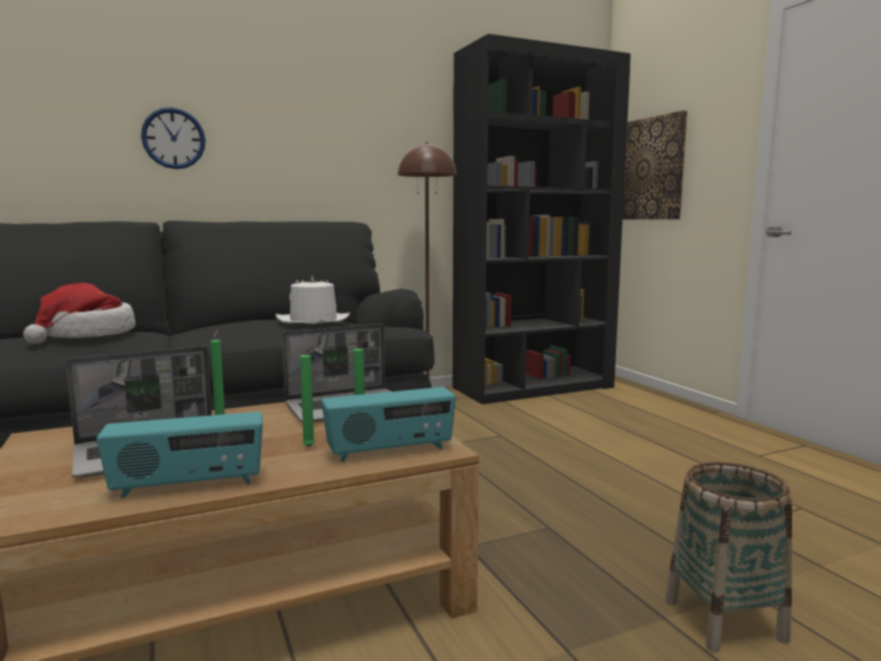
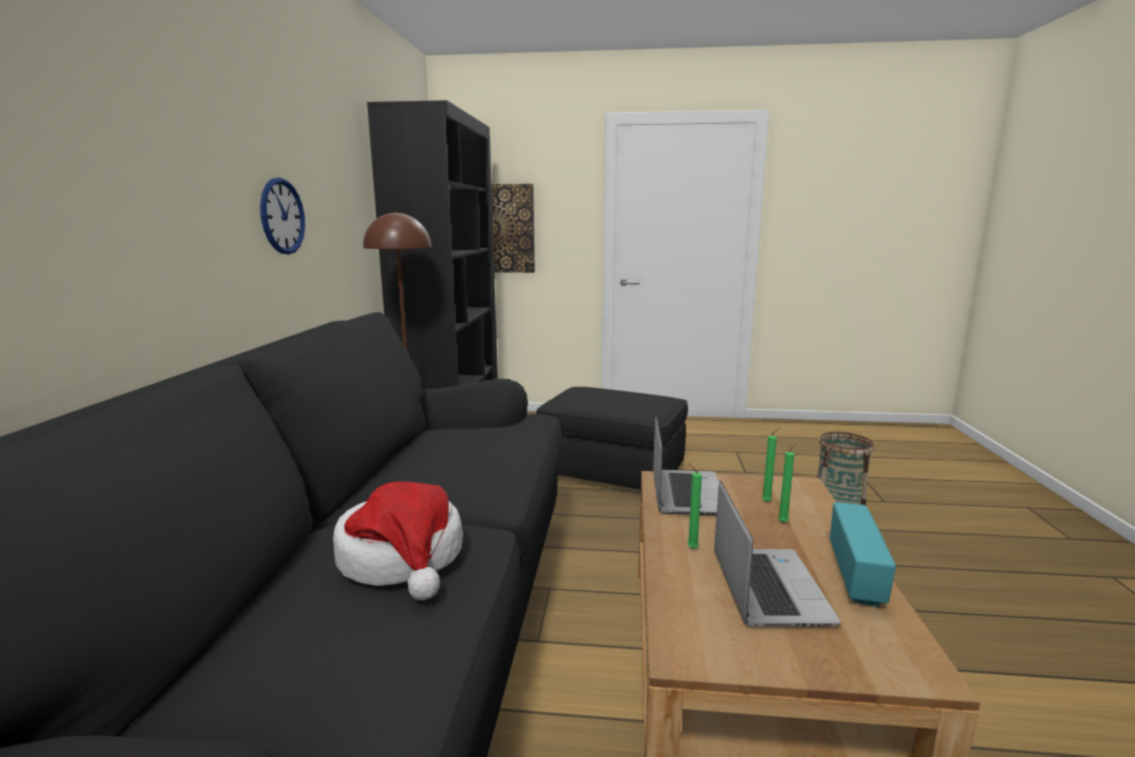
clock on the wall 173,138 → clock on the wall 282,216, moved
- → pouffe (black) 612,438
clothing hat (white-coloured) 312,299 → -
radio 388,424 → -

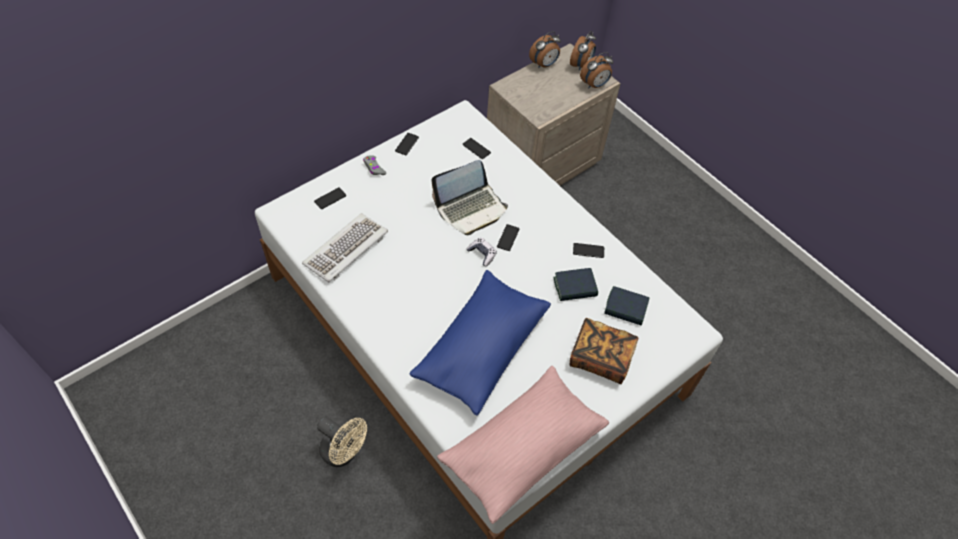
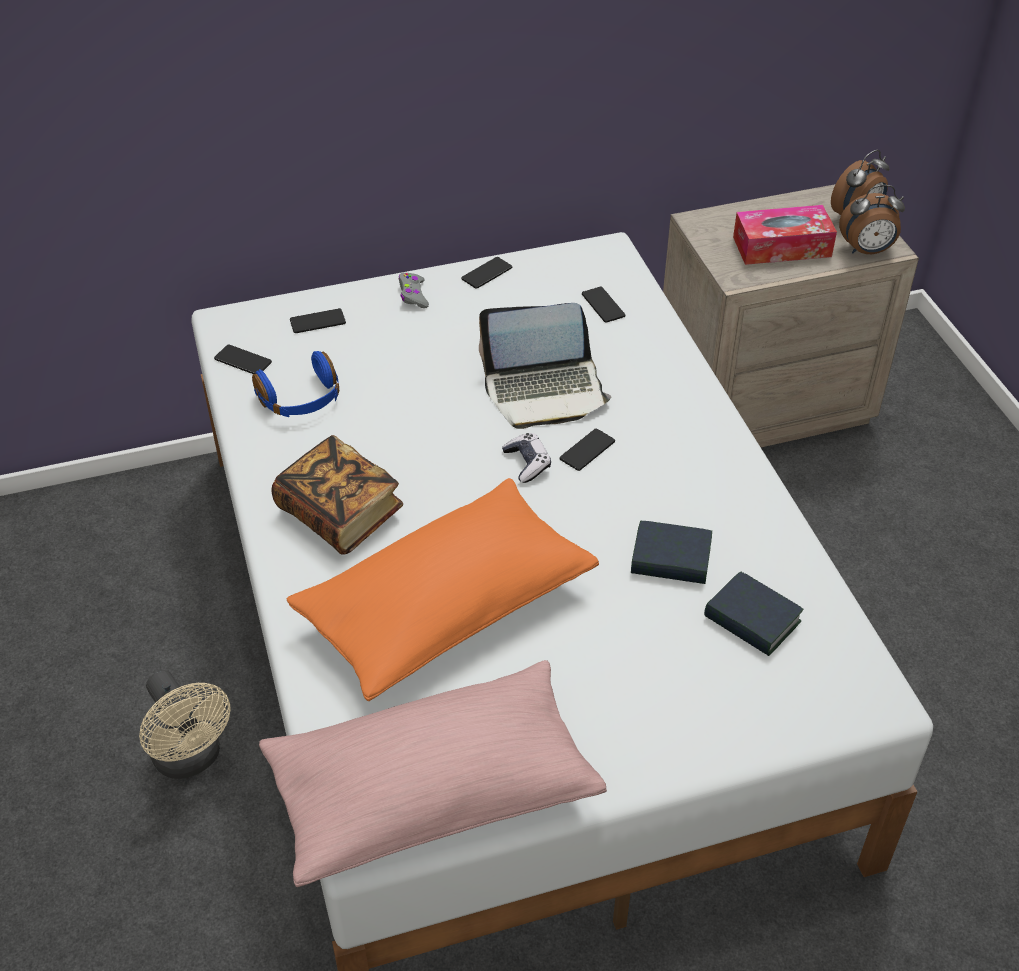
telephone 588,250 → telephone 243,359, moved
computer keyboard 345,248 → headphones (blue-coloured) 295,384
book 604,351 → book 337,495, moved
pillow (blue-coloured) 480,343 → pillow (orange-coloured) 443,589
- → box of tissues 785,235
table clock 545,49 → -

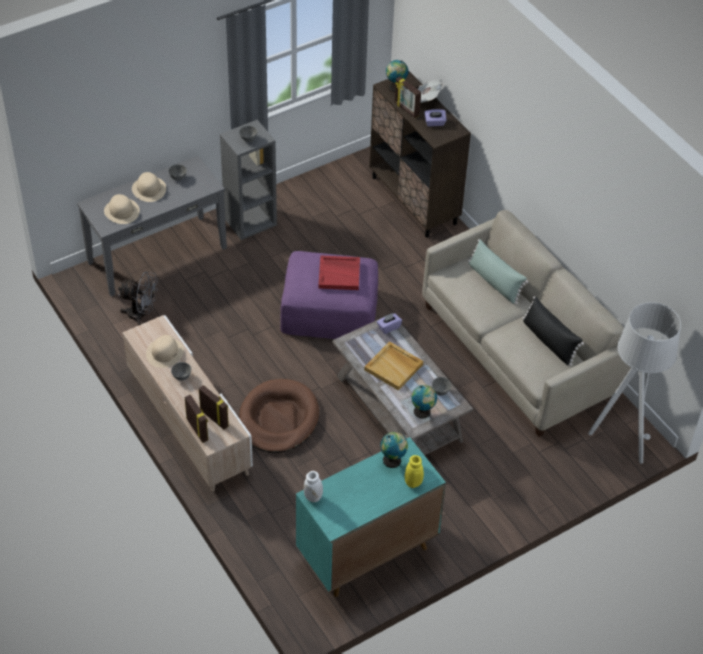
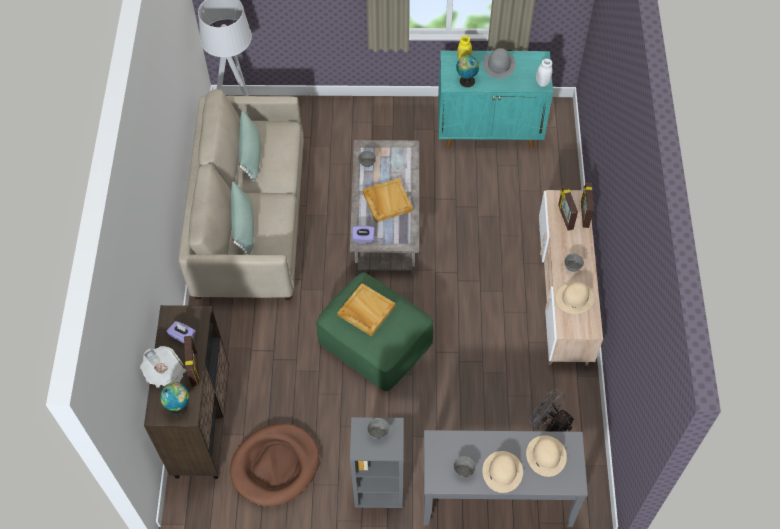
pet bed (brown-coloured) 279,416 → pet bed (brown-coloured) 274,464, moved
pillow (black) 553,331 → pillow (green) 250,146
pouffe (purple) 329,295 → pouffe (green) 374,331
tray (red) 339,272 → tray (beige-coloured) 366,309
- → clothing hat (gray) 499,63
world globe 424,402 → -

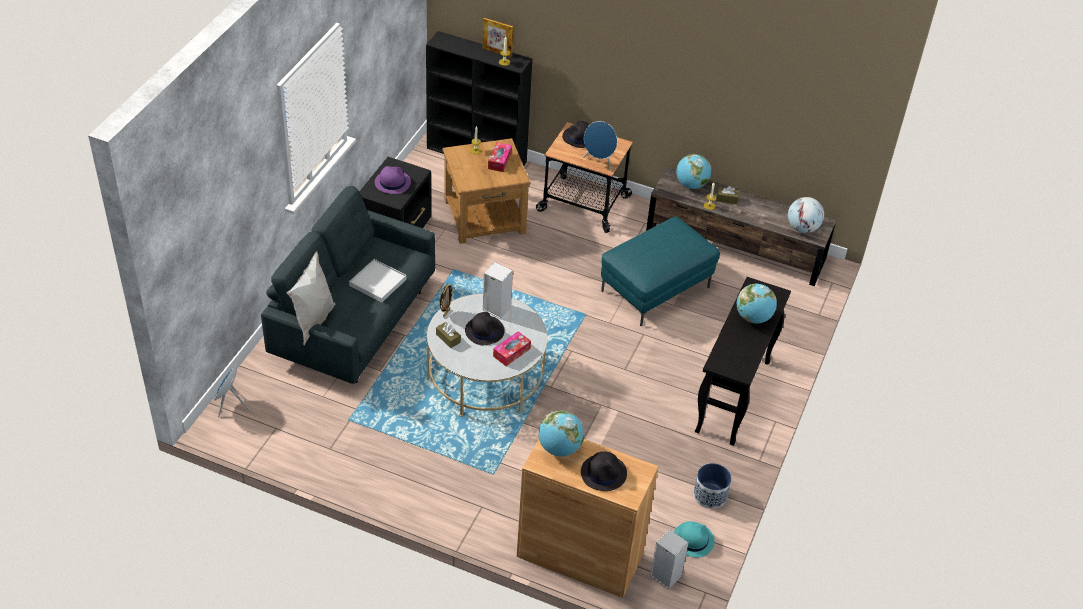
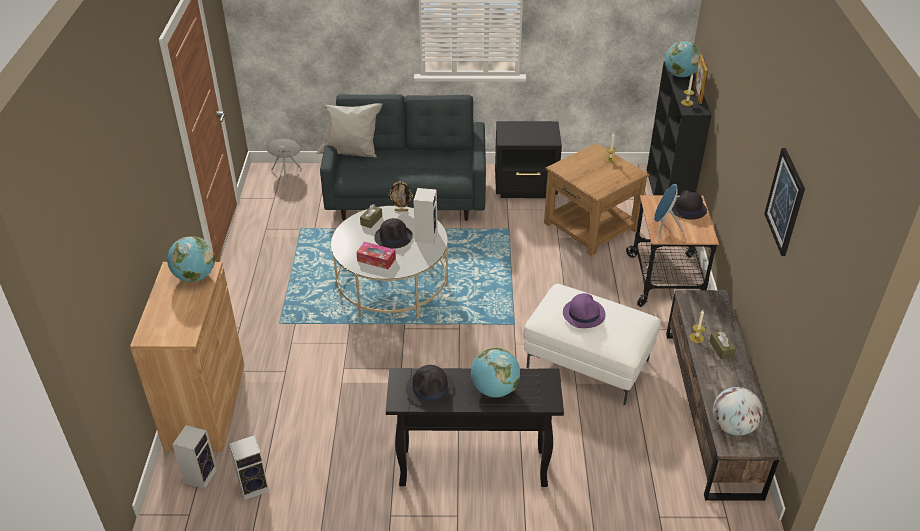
clothing hat (turquoise) 694,539 → audio speaker 249,467
clothing hat (black) 604,471 → clothing hat (black) 430,386, moved
pouffe (turquoise) 660,271 → pouffe (white-coloured) 592,344
clothing hat (purple) 393,180 → clothing hat (purple) 584,310, moved
world globe 693,171 → world globe 683,59, moved
- → picture 784,202
tray (white-coloured) 378,281 → -
box of tissues 500,157 → -
planter 712,486 → -

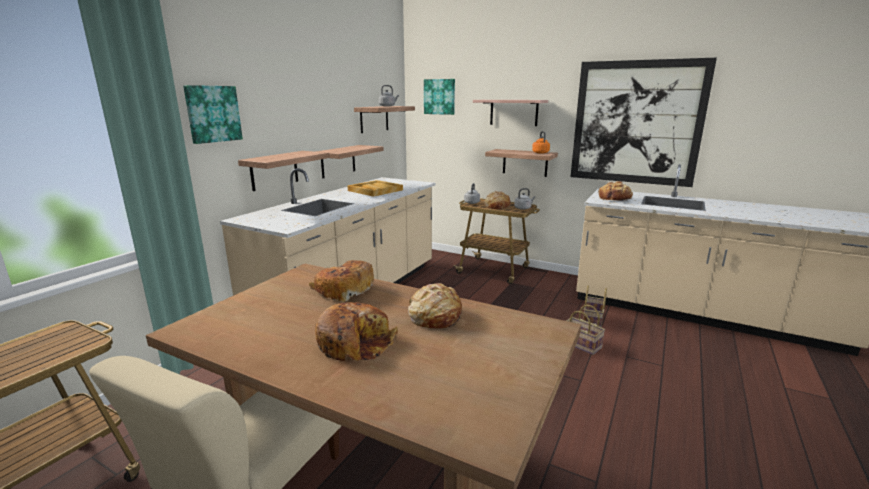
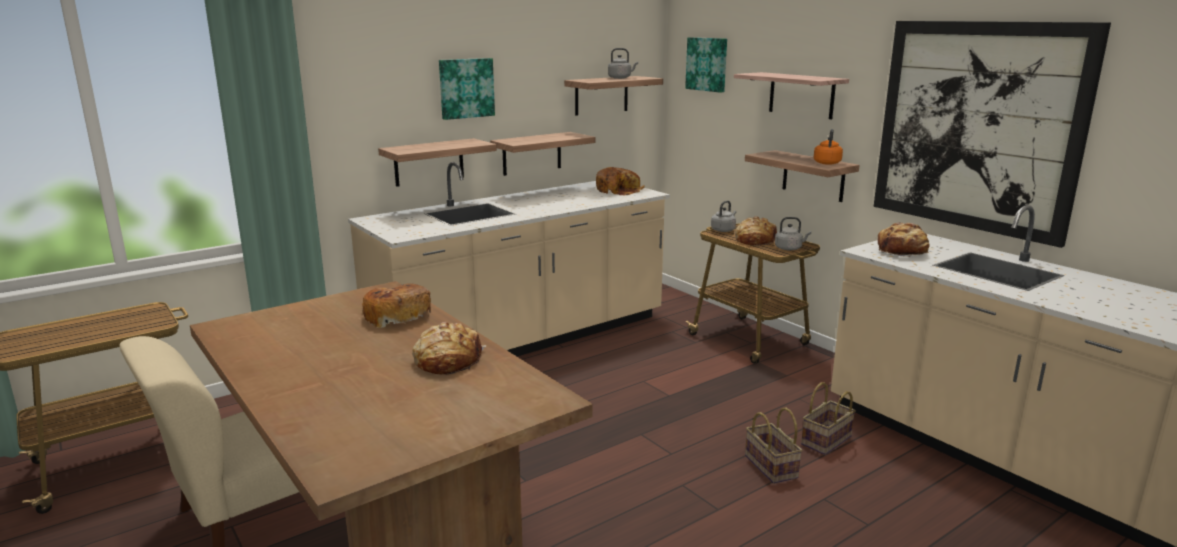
picture 213,114 → picture 467,89, moved
baked bread 356,331 → baked bread 620,181, moved
tray (beige-coloured) 375,188 → -

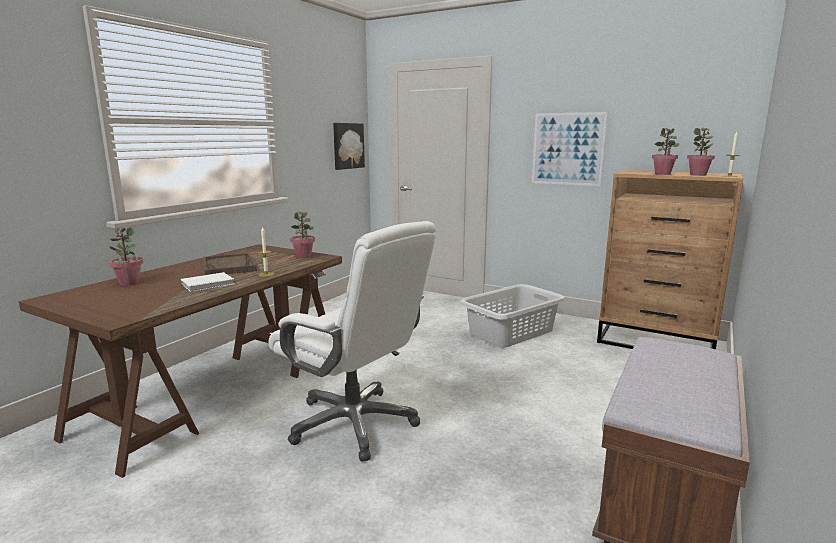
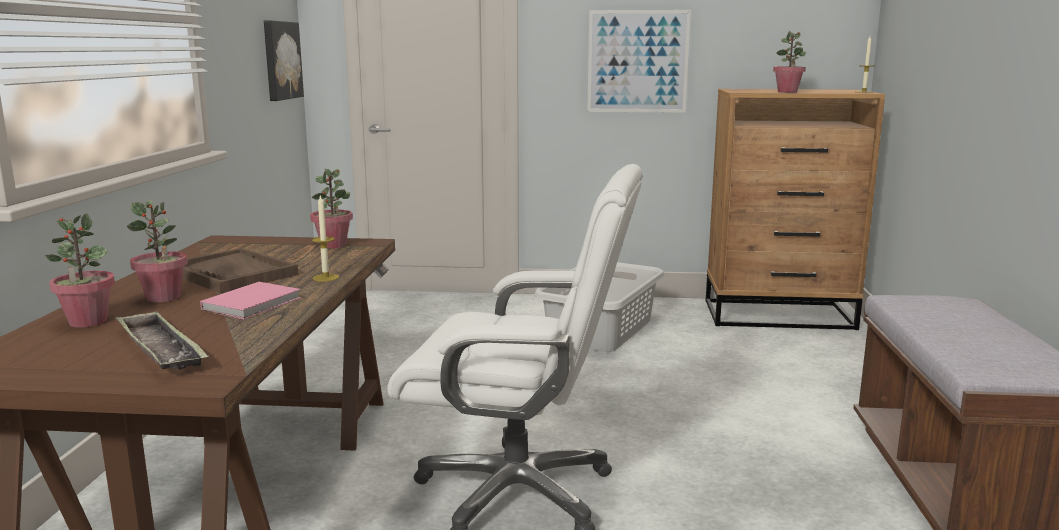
- → tray 162,340
plant in a pot 701,152 → plant in a pot 157,251, moved
book (white-coloured) 207,282 → book (pink) 250,300

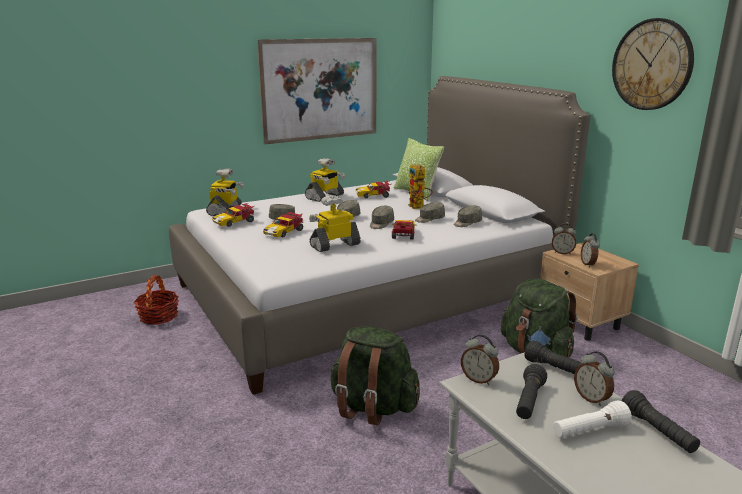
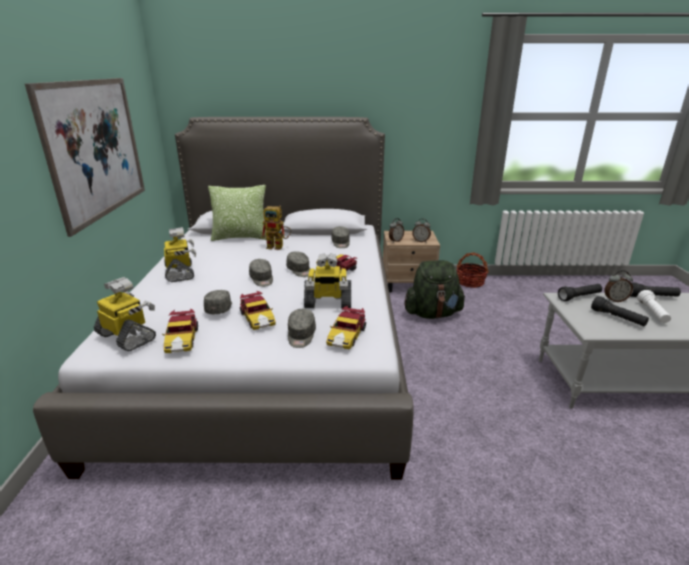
cap (gray) 430,212 → cap (gray) 302,328, moved
toy robot 335,223 → toy robot 327,280, 90 degrees counterclockwise
miniature car 373,190 → miniature car 346,327, moved
storage basket 156,300 → storage basket 473,270, moved
rucksack (green) 375,375 → -
table clock 480,360 → -
clock on the wall 653,64 → -

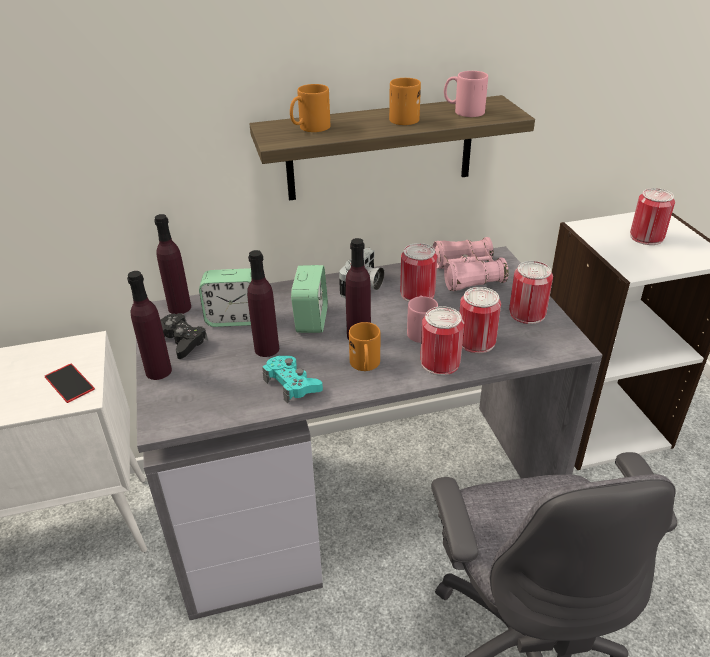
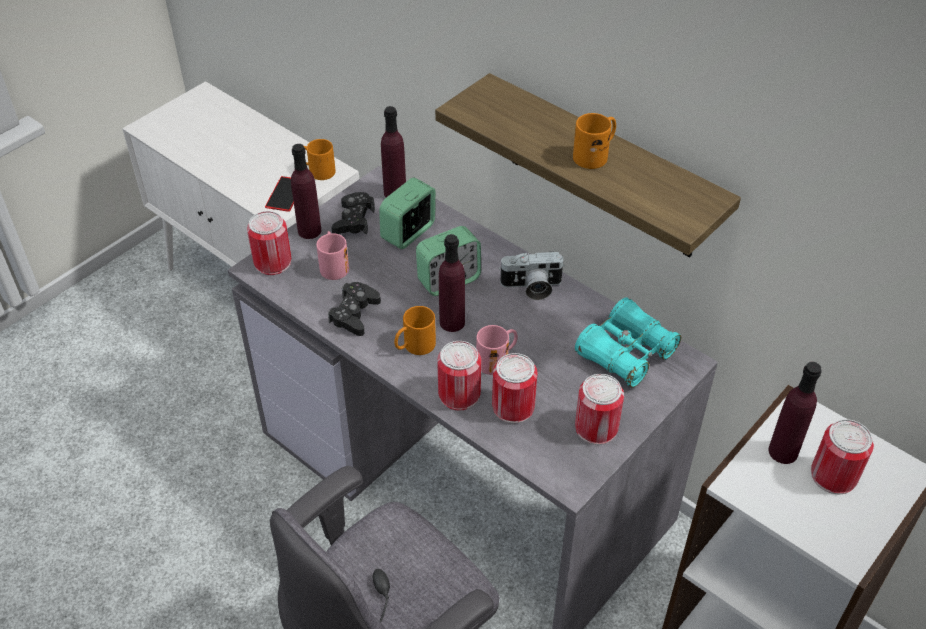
sealed can 418,272 → sealed can 269,243, moved
tea mug (orange-coloured) 310,108 → tea mug (orange-coloured) 320,159, moved
tea mug (pink) 466,94 → tea mug (pink) 332,255, moved
gamepad (turquoise) 293,379 → gamepad (black) 354,309
table clock 225,297 → table clock 407,213, 75 degrees clockwise
binoculars (pink) 471,264 → binoculars (turquoise) 628,342
beverage bottle (purple) 263,303 → beverage bottle (purple) 795,413, moved

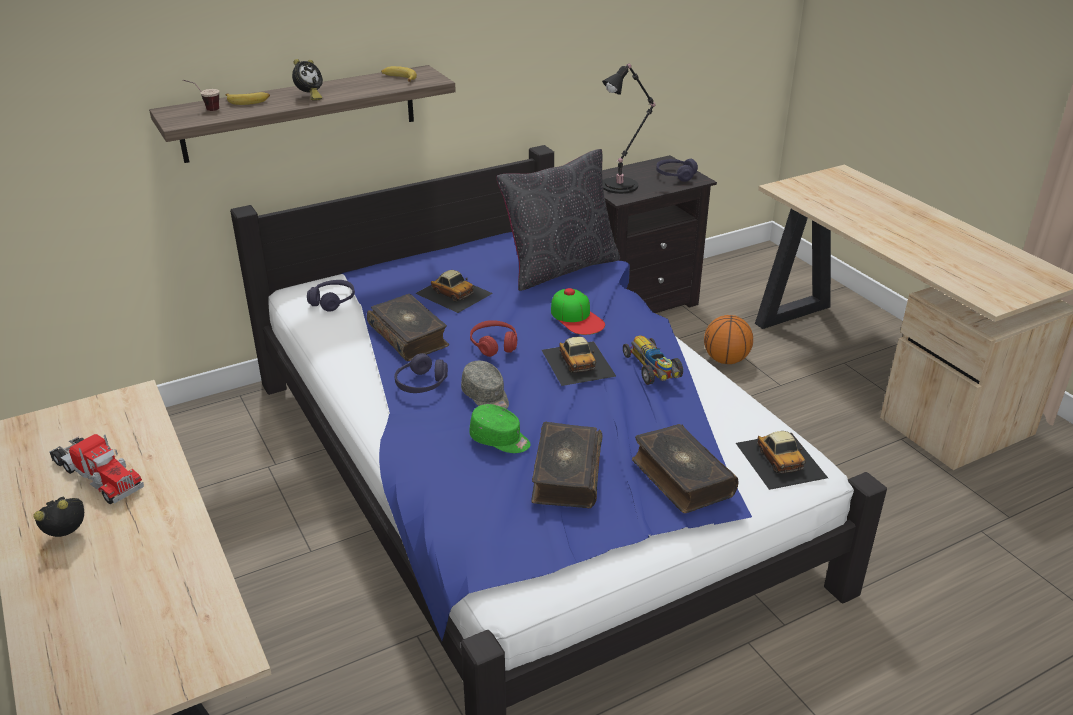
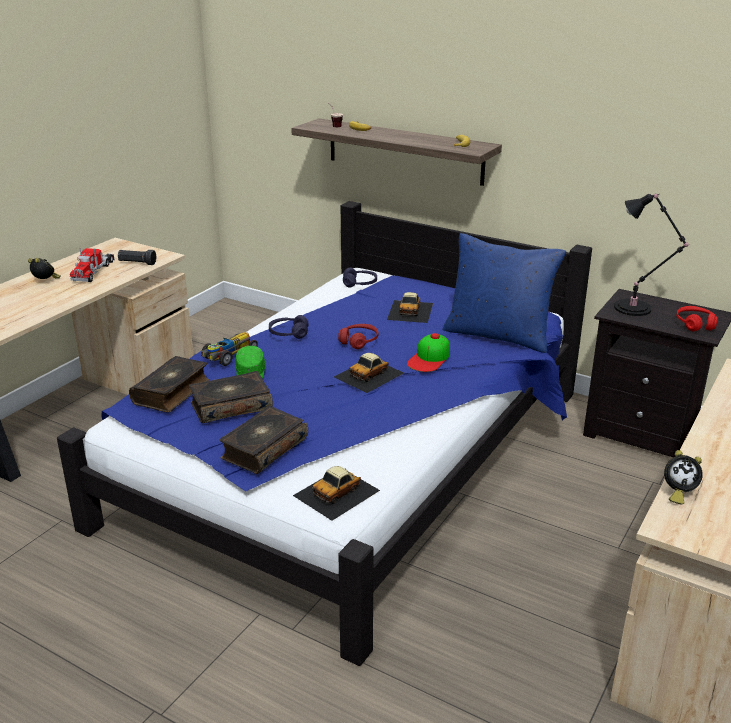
- → torch (black) 137,257
book 408,327 → book 169,384, moved
miniature car 653,360 → miniature car 229,349, moved
pillow (black) 558,220 → pillow (blue-coloured) 504,293
table clock 307,79 → table clock 683,477, moved
headphones (purple) 677,170 → headphones (red) 697,318
cap (gray) 485,385 → -
basketball ball 728,339 → -

